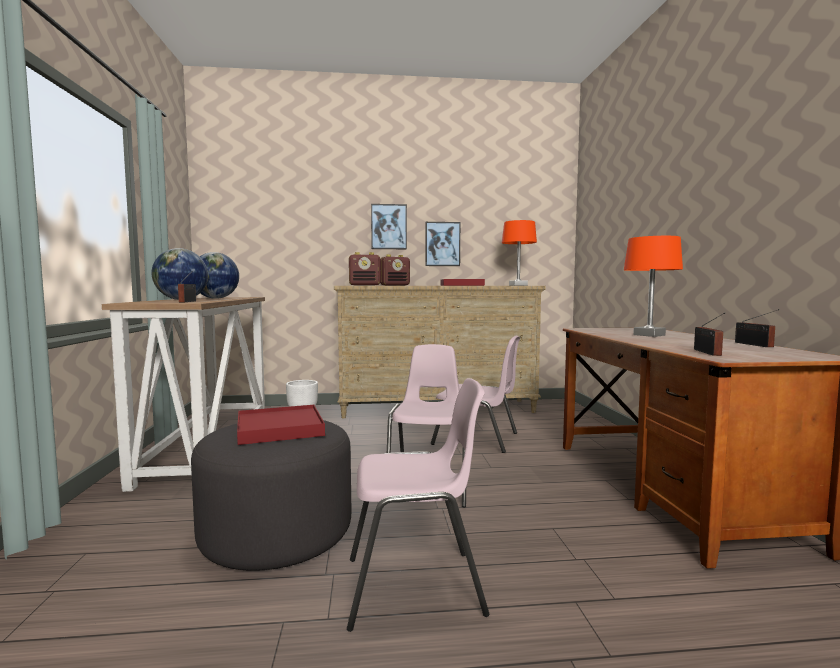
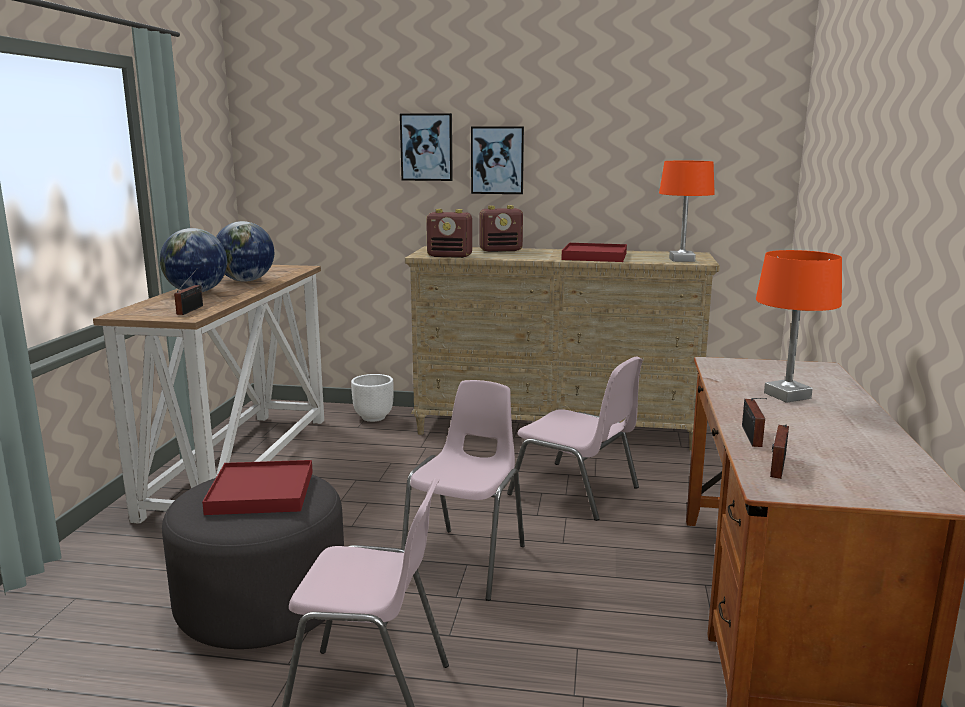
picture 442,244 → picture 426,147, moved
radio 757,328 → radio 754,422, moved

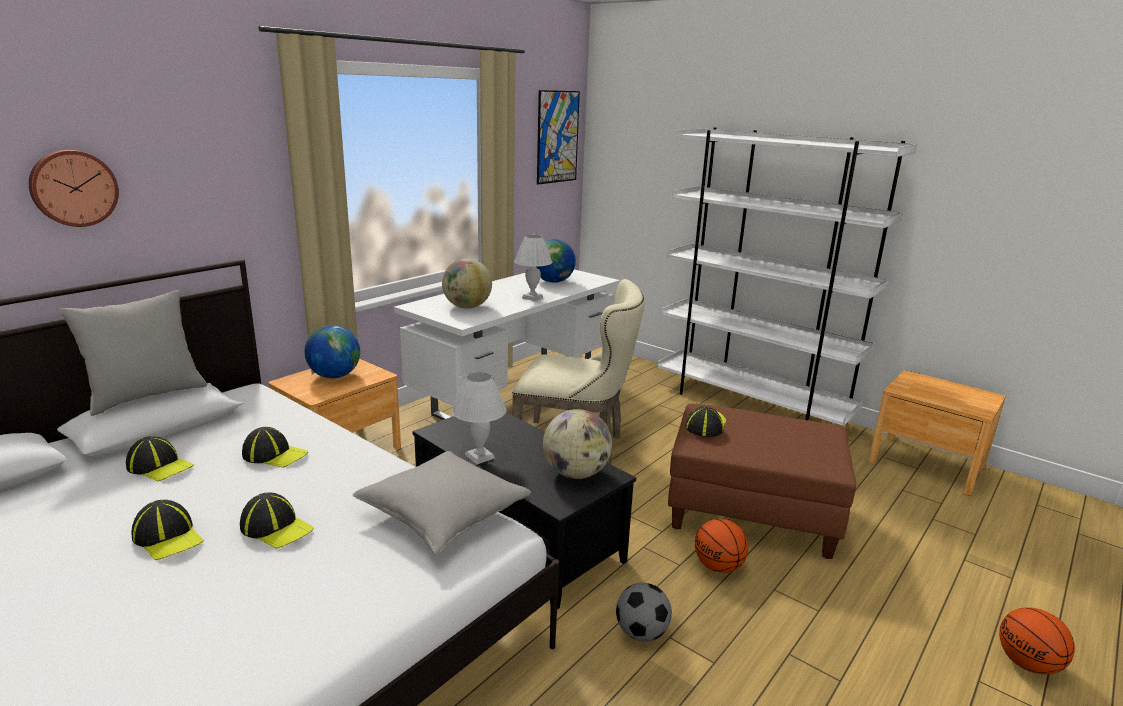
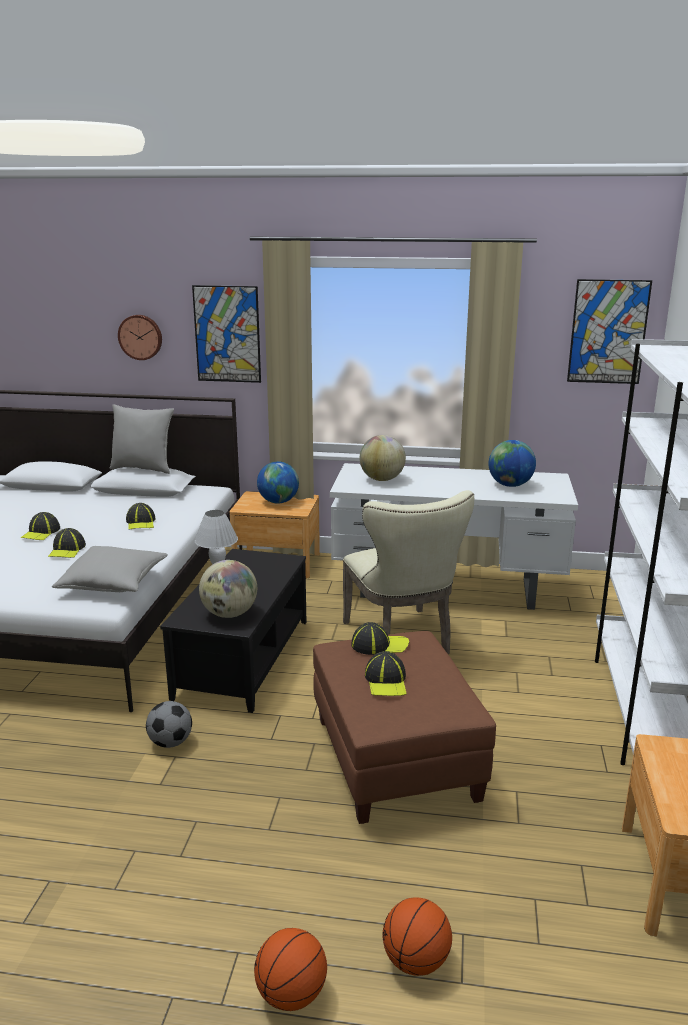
- → picture 226,334
cap 160,458 → cap 386,673, moved
basketball ball 721,546 → basketball ball 417,937, moved
tabletop lamp (white-coloured) 533,268 → -

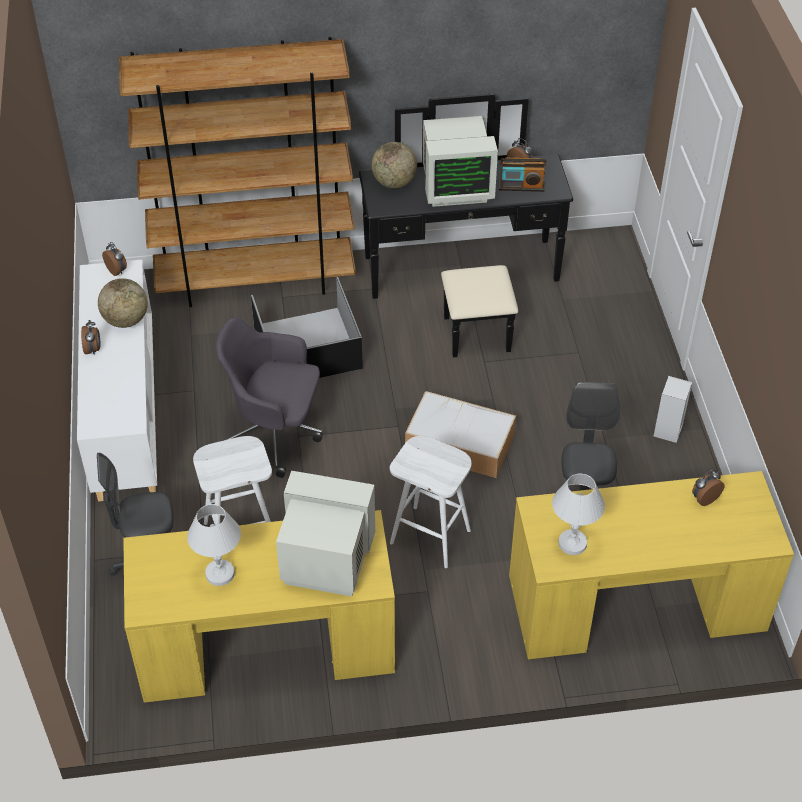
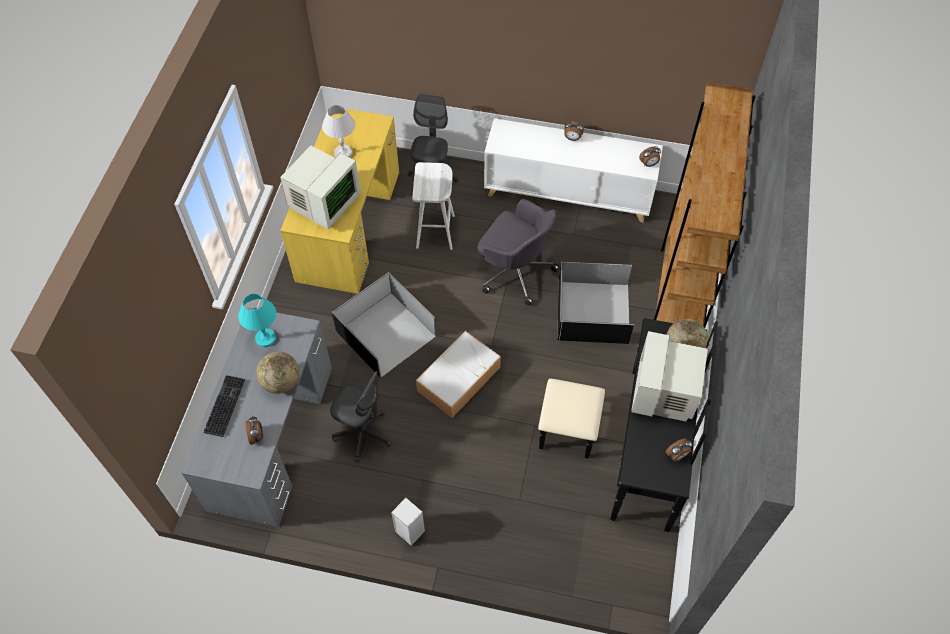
desk unit (yellow-coloured) 651,565 → desk unit (gray) 256,417
- → computer keyboard 224,406
tabletop lamp (white-coloured) 578,514 → tabletop lamp (turquoise) 257,321
world globe 123,303 → world globe 277,372, moved
sitting stool (white-coloured) 431,502 → storage box (black) 384,324
desk chair (gray) 269,397 → desk chair (gray) 518,252, 90 degrees clockwise
radio 523,175 → -

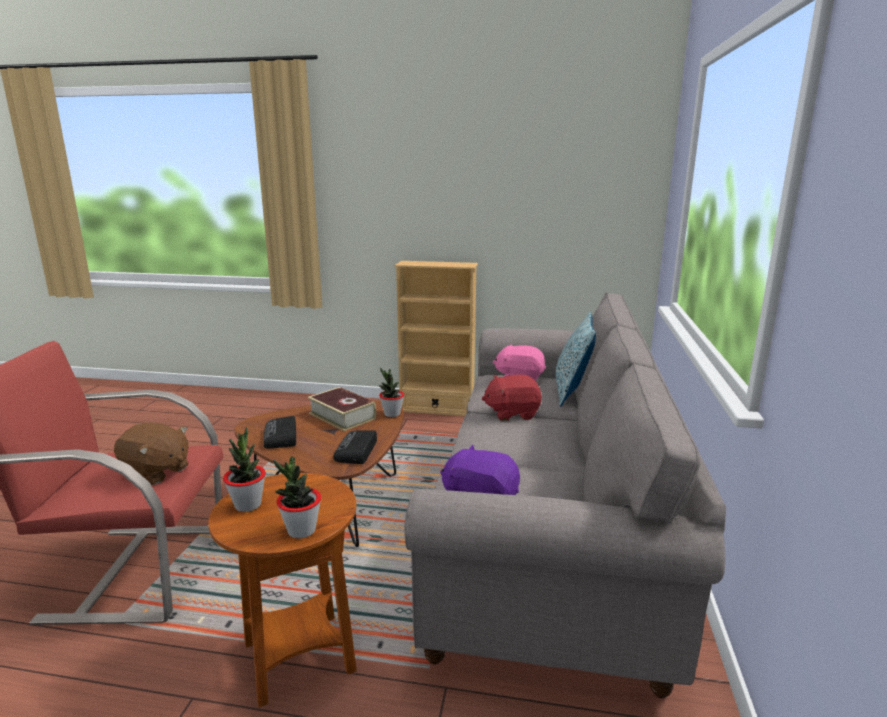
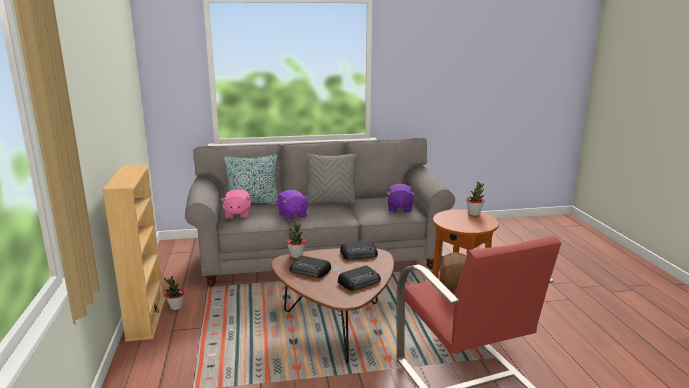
plant in a pot 244,469 → plant in a pot 174,293, moved
soft toy (red) 512,398 → soft toy (purple) 293,205
book 342,409 → radio 310,267
- → pillow (gray) 331,179

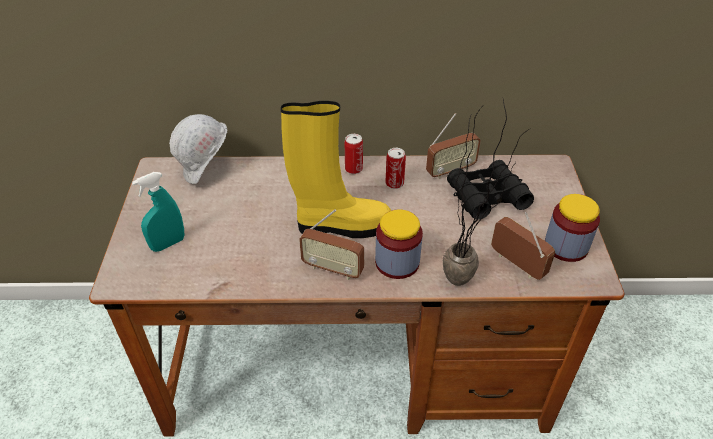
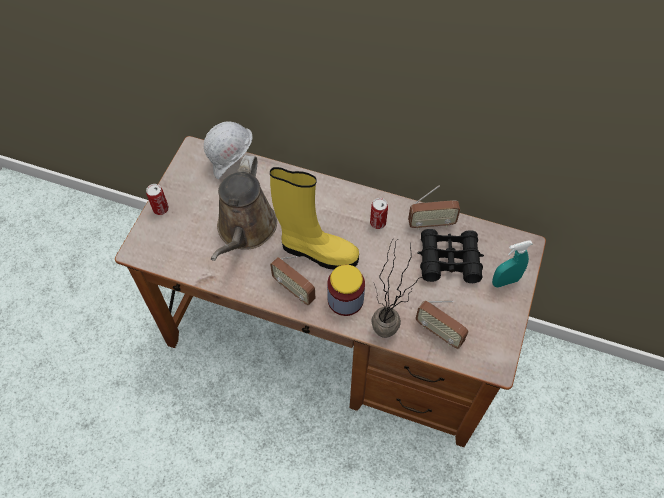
sealed can 354,154 → sealed can 157,199, moved
- → watering can (brown-coloured) 244,208
radio 523,246 → radio 442,324, 150 degrees clockwise
sprayer (turquoise) 158,212 → sprayer (turquoise) 512,263, moved
jar 572,228 → -

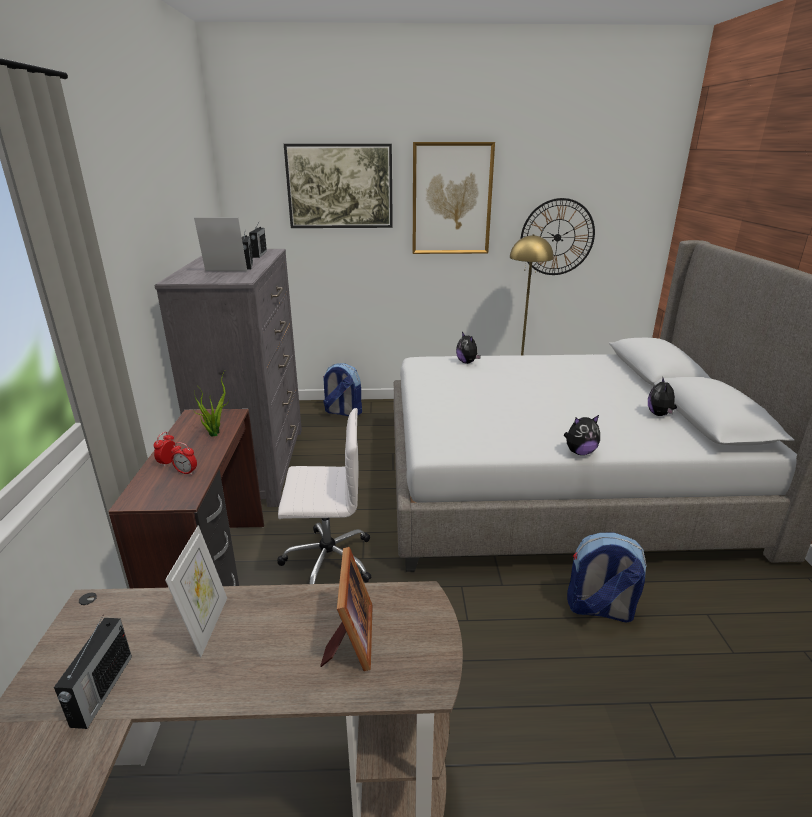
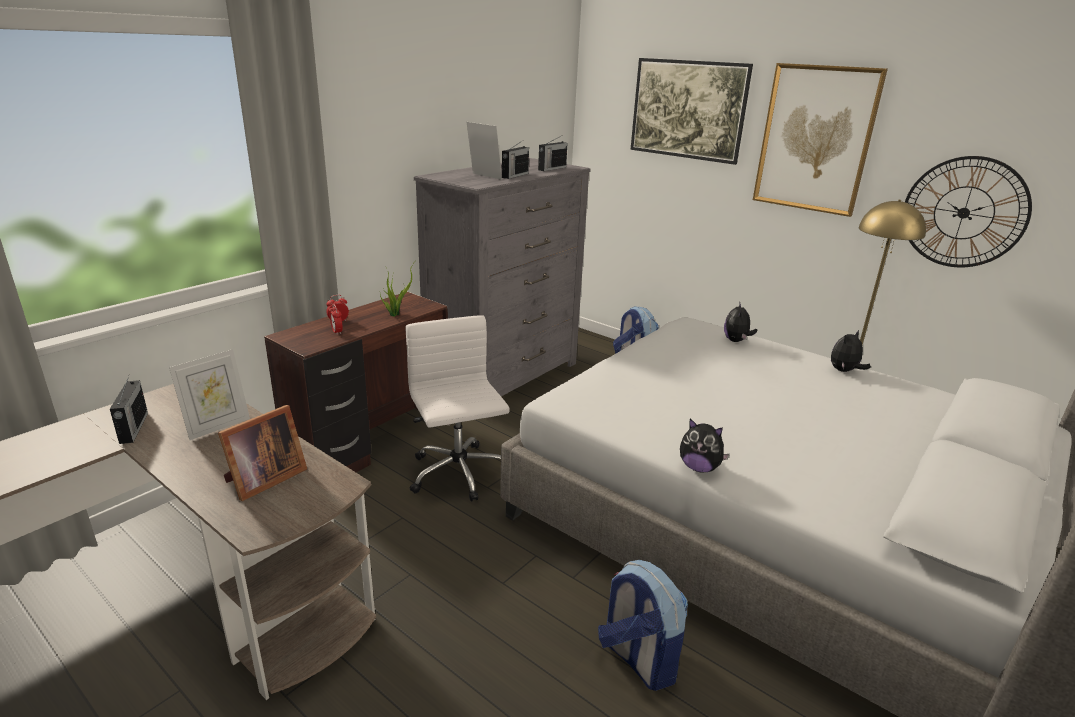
radio 93,672 → radio 129,410, 60 degrees counterclockwise
desk chair (white-coloured) 324,496 → desk chair (white-coloured) 457,408, 150 degrees counterclockwise
soft toy 662,396 → soft toy 851,350, moved

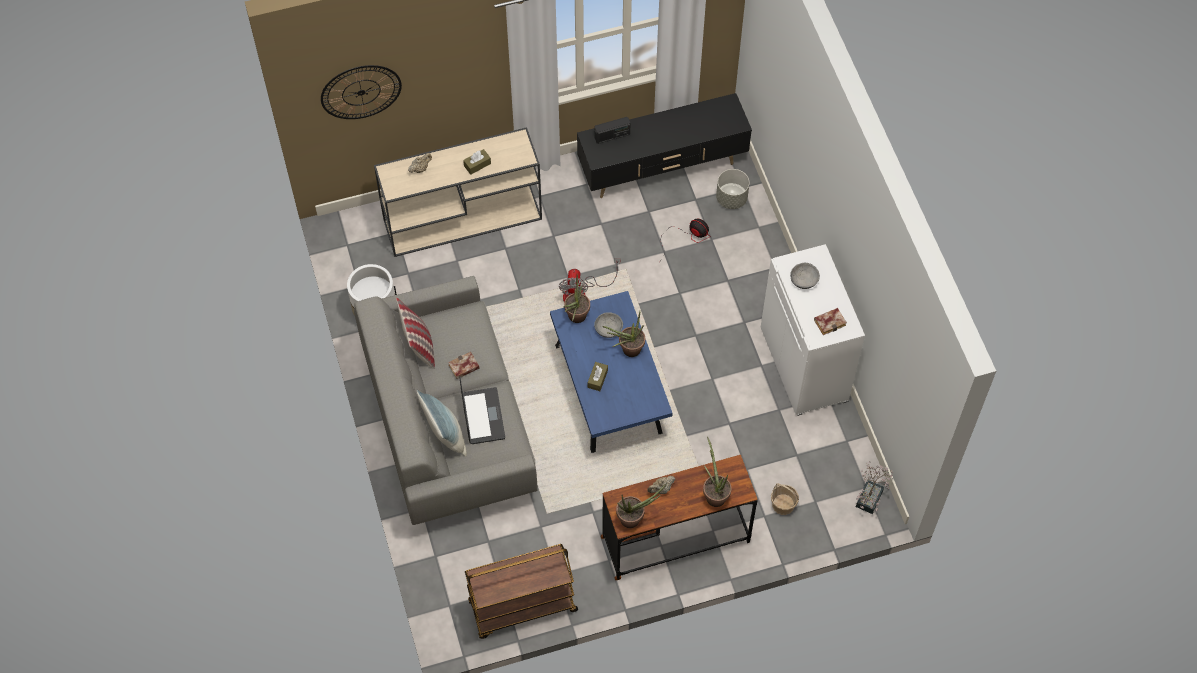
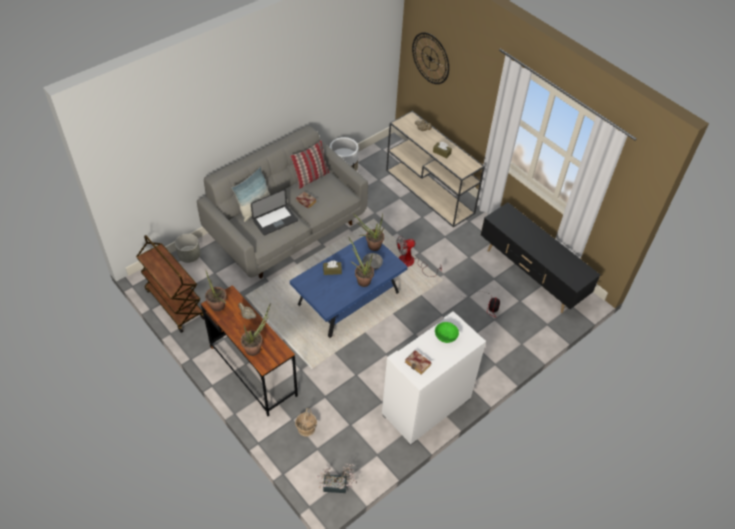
planter (gray) 733,189 → planter (gray) 188,248, moved
deep dish (gray) 805,276 → deep dish (green) 447,332
radio 612,130 → -

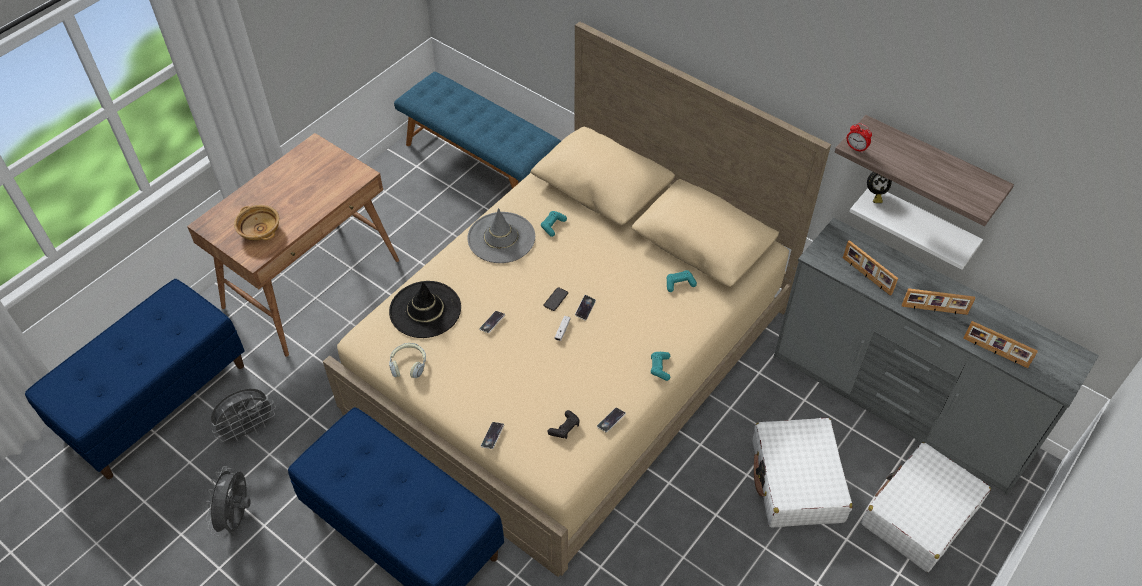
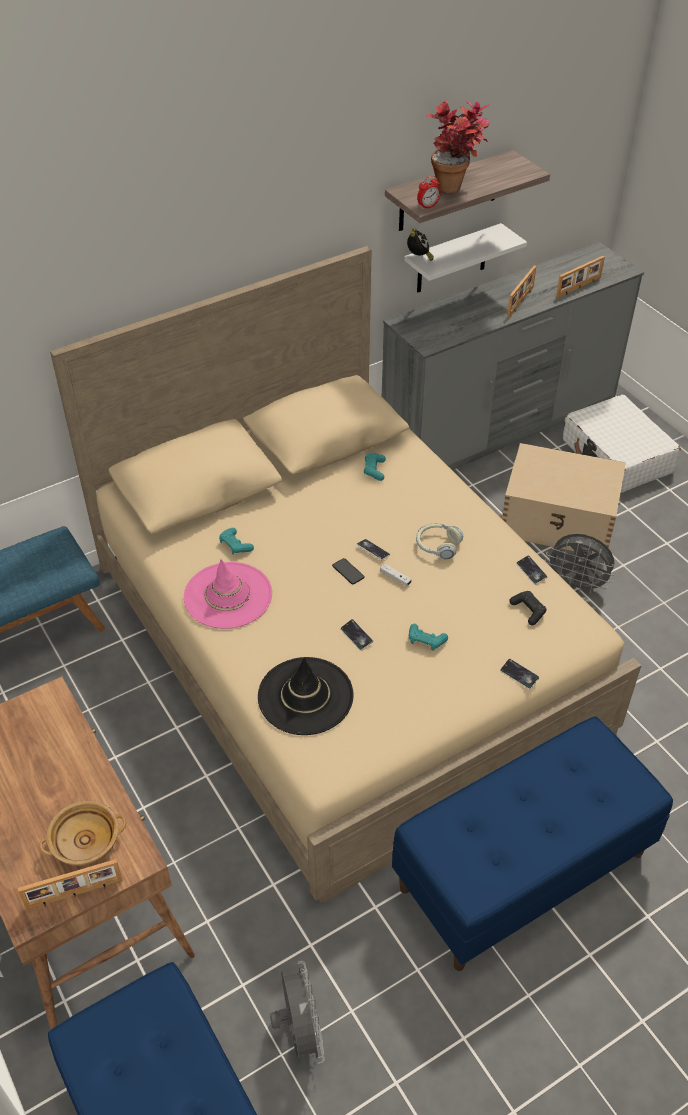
picture frame 870,268 → picture frame 70,884, moved
clothing hat (gray) 501,235 → clothing hat (pink) 228,594
gamepad (turquoise) 660,366 → gamepad (turquoise) 428,637, moved
headphones 407,360 → headphones 439,541, moved
- → plant in a pot 458,147
piece of luggage (white-coloured) 802,473 → storage box (beige-coloured) 564,498
cooling fan (gray) 228,501 → cooling fan (gray) 580,564, moved

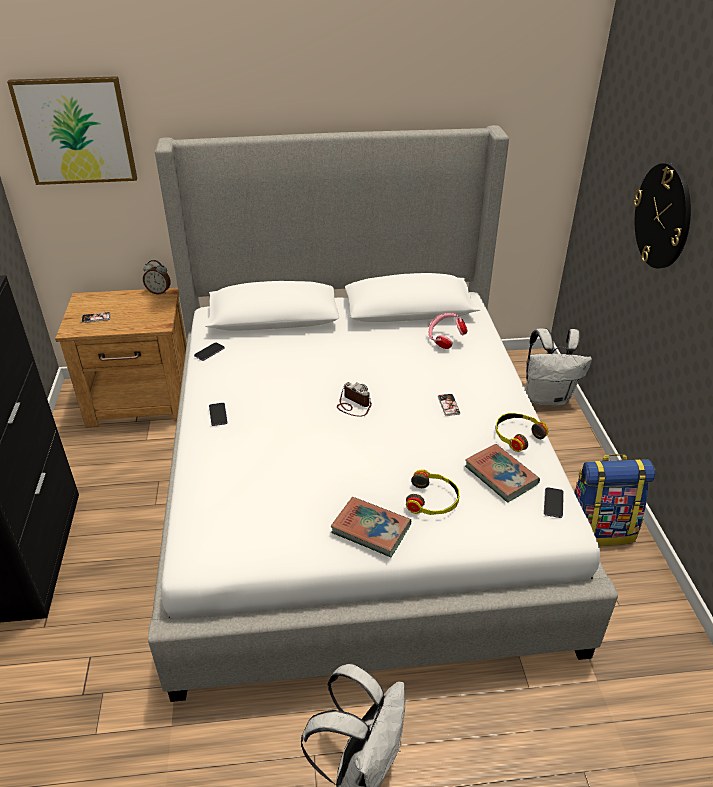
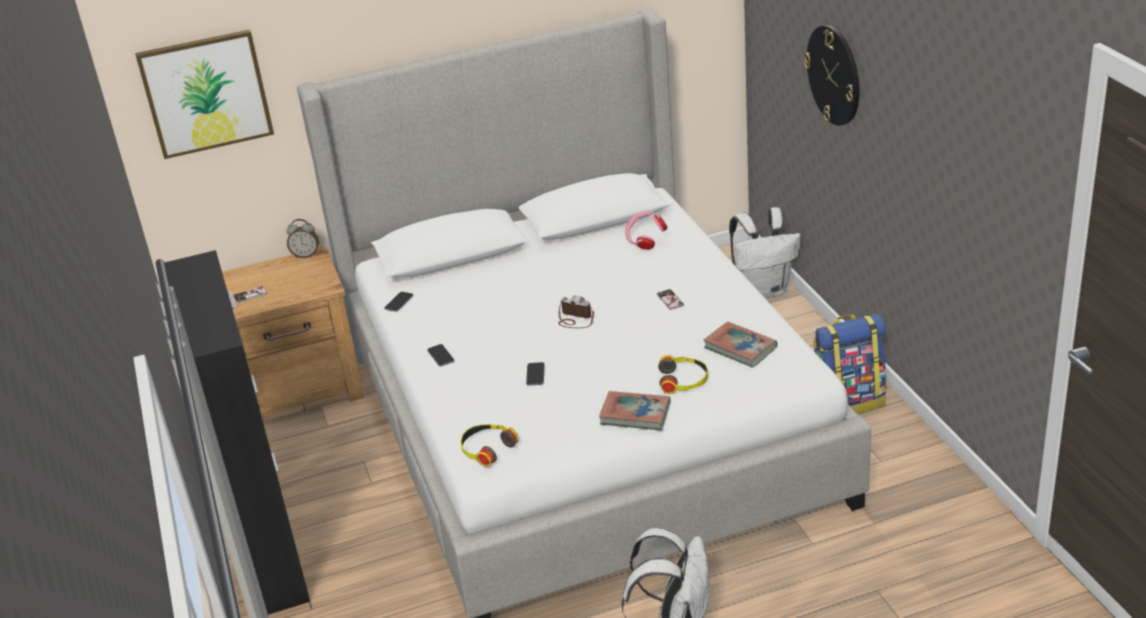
headphones 521,432 → headphones 490,445, moved
telephone 554,502 → telephone 535,374, moved

